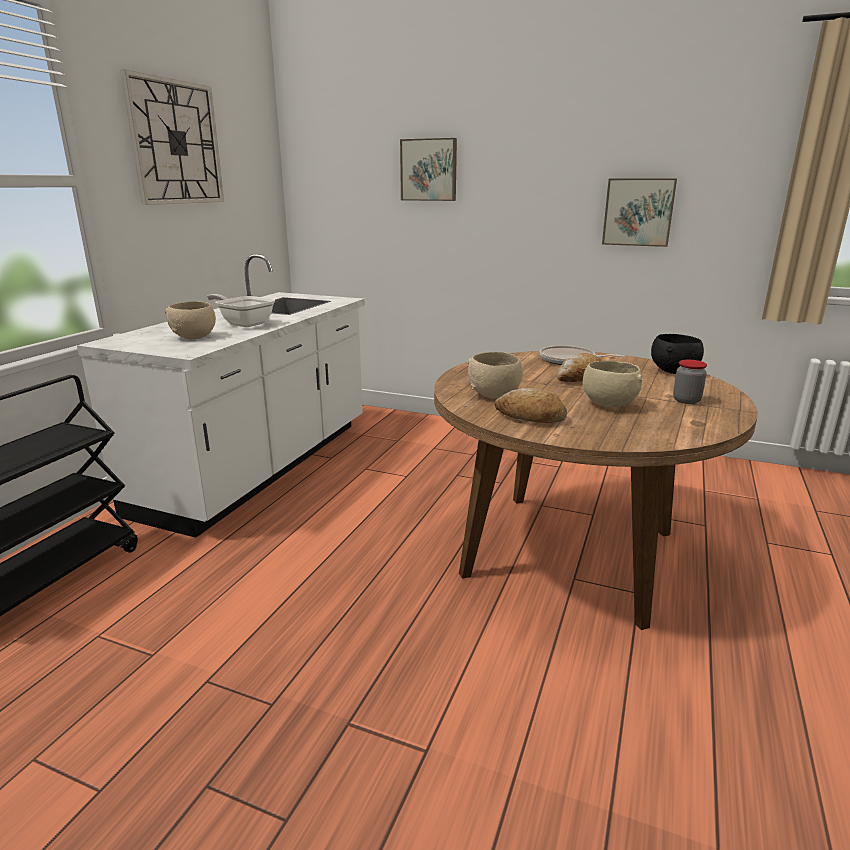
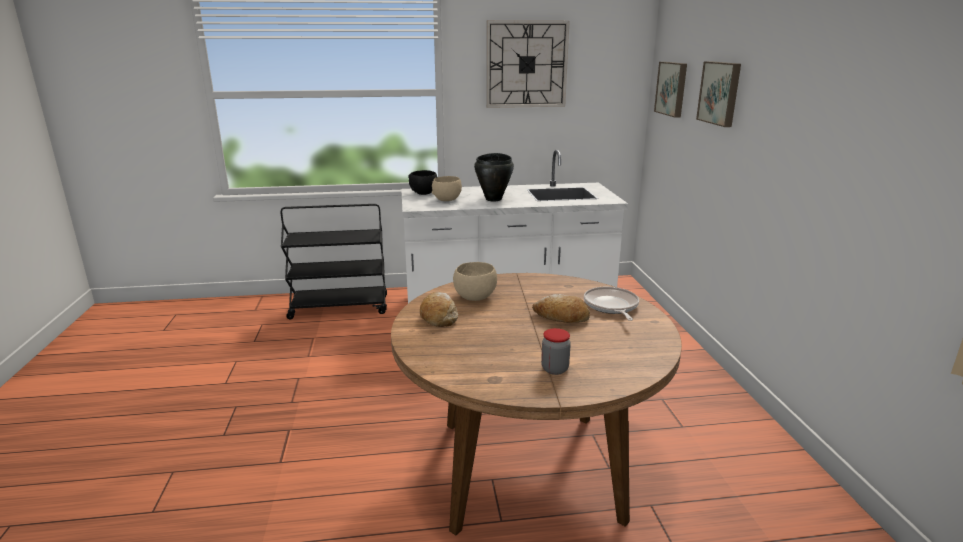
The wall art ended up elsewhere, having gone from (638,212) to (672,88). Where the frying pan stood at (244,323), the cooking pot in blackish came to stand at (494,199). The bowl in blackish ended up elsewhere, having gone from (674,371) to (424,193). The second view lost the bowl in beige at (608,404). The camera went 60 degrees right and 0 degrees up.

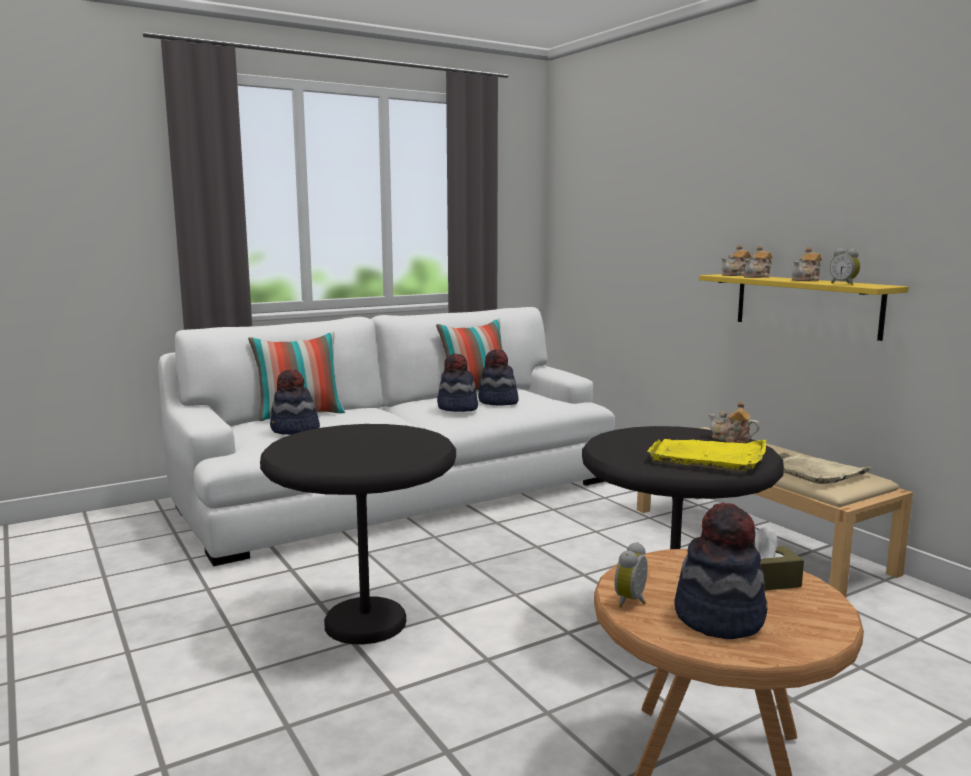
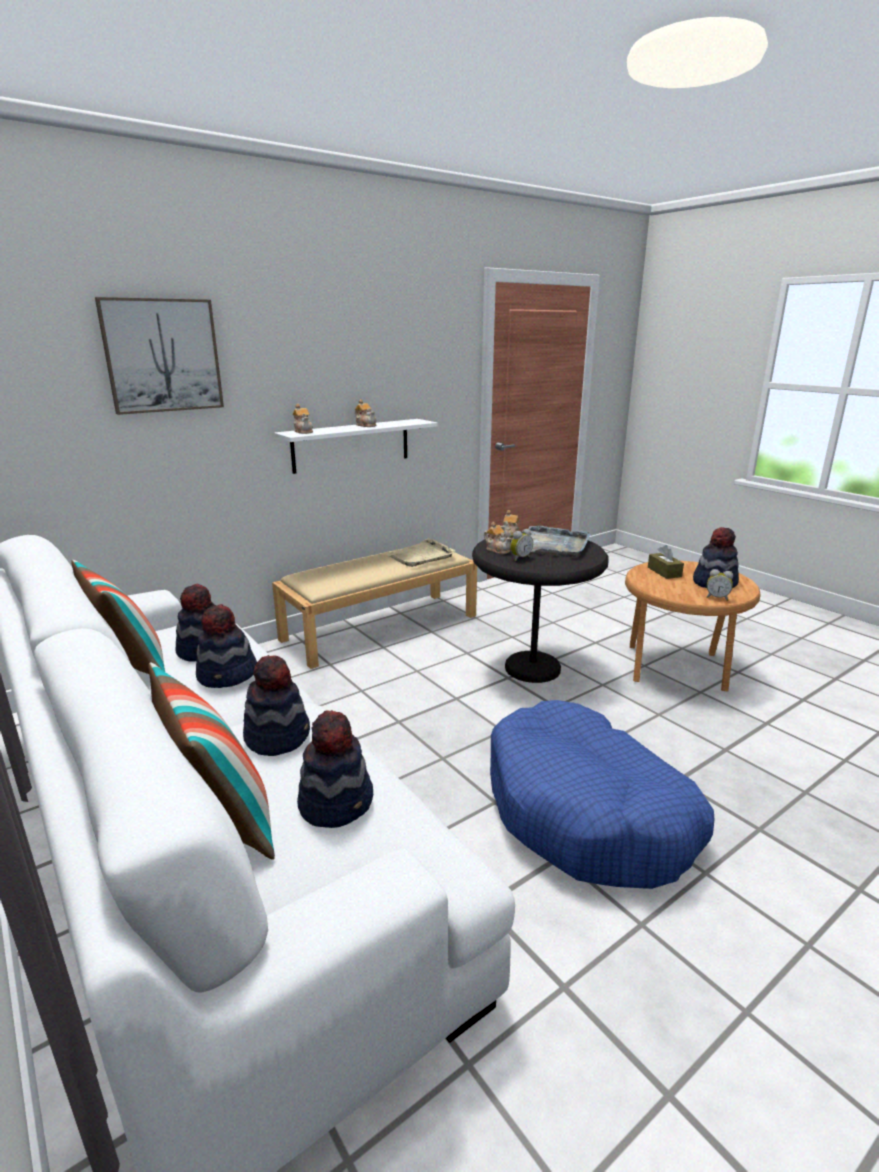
The pot for tea ended up elsewhere, having gone from (757,277) to (497,550). The alarm clock ended up elsewhere, having gone from (844,284) to (520,558). What was the wall shelf in yellow at (806,305) turned into the wall shelf in whitish at (351,445). Where the accent table in blackish stood at (365,623), the dog cushion in blue-coloured came to stand at (587,812). What was the serving tray in yellow at (708,457) turned into the serving tray in grey at (555,545). The second view gained the wall art at (162,356). The second view gained the hat at (278,736). The camera went 95 degrees left and 10 degrees up.

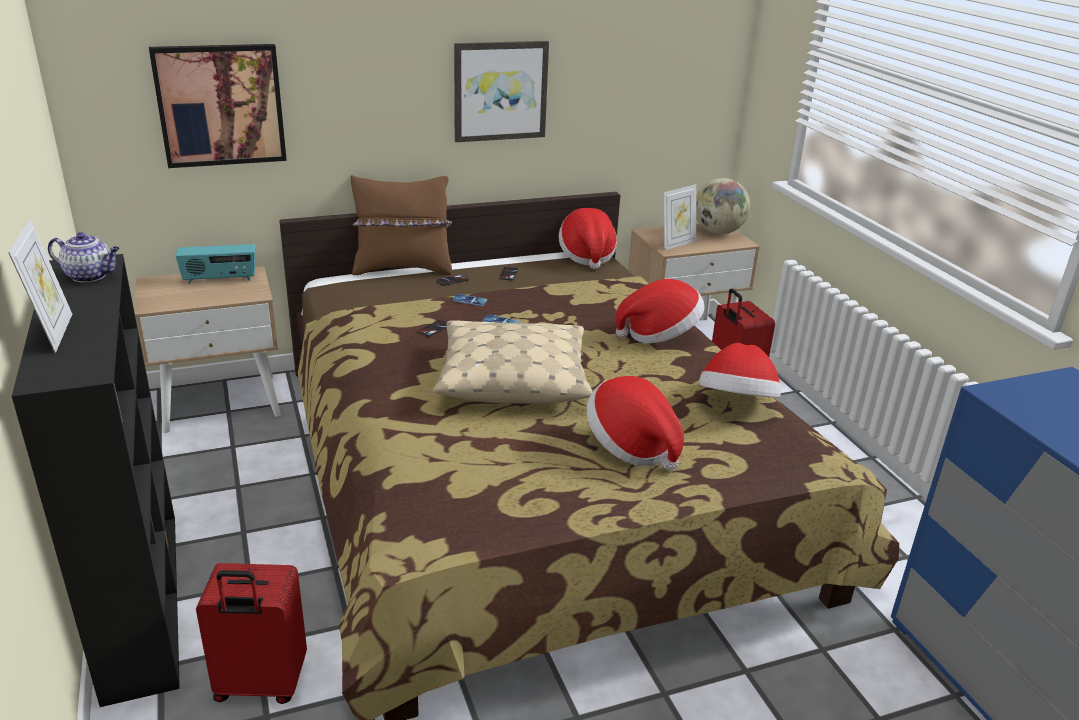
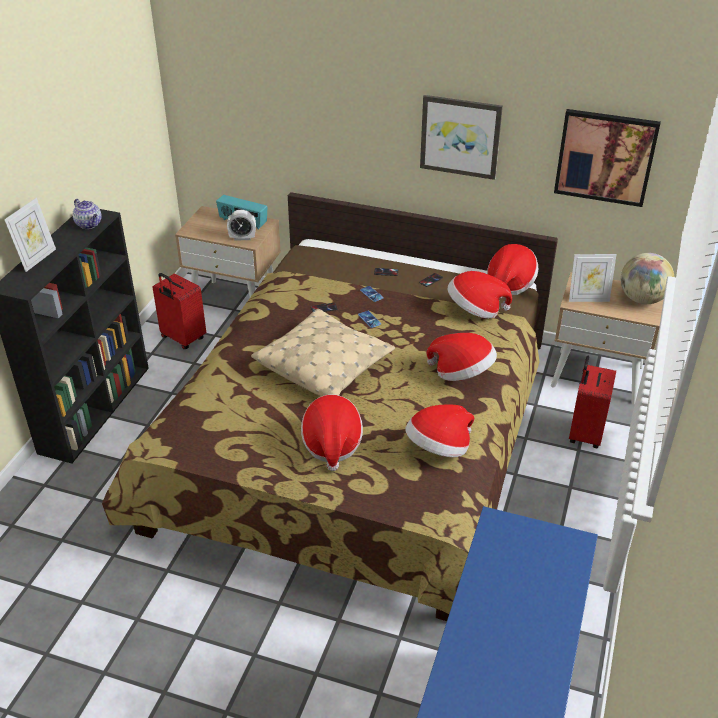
The wall art ended up elsewhere, having gone from (220,105) to (605,157). The second view lost the cushion in brown at (403,269). The suitcase in red ended up elsewhere, having gone from (260,685) to (182,338). The second view gained the alarm clock at (242,238). The second view gained the hat at (475,310). The camera went 40 degrees right and 10 degrees up.

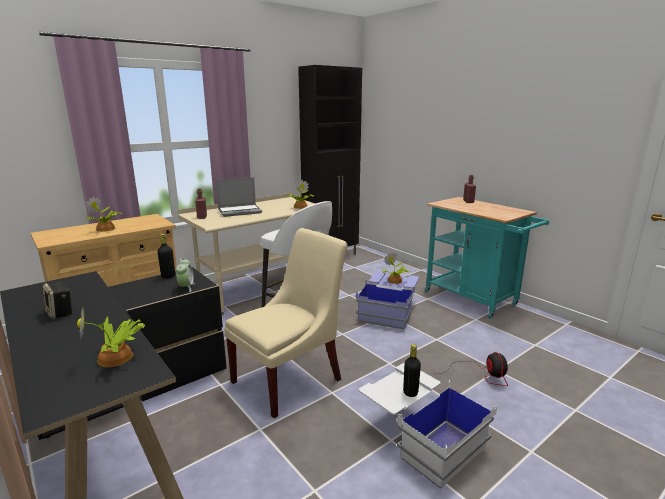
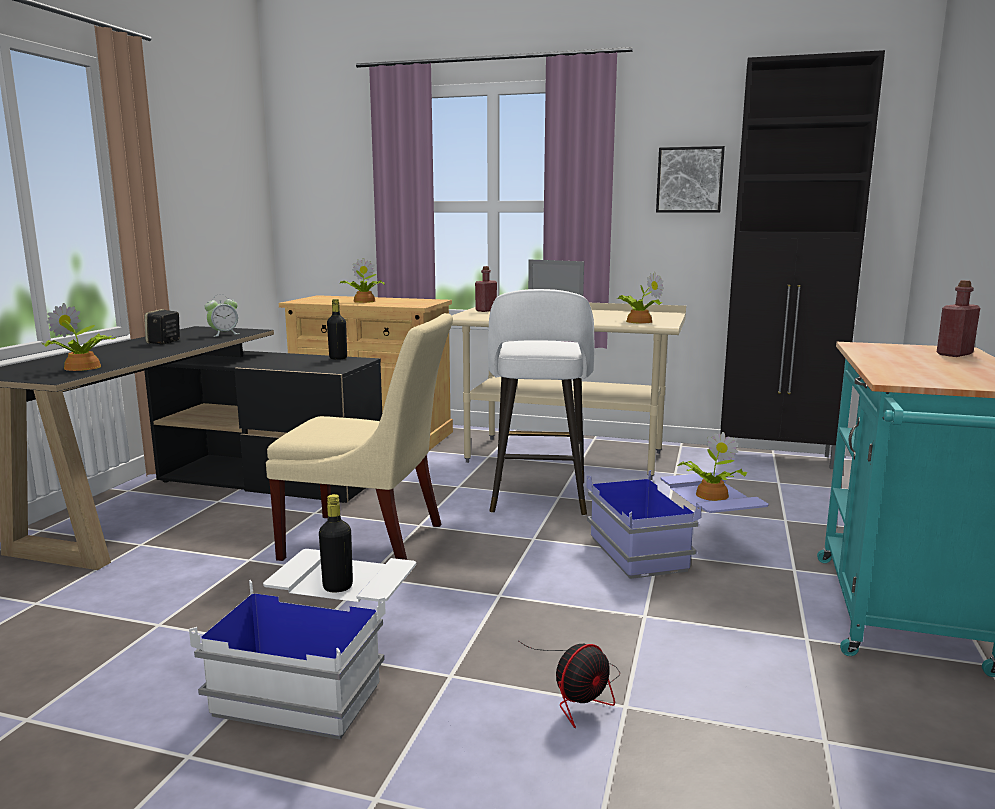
The alarm clock ended up elsewhere, having gone from (186,287) to (224,334). The second view gained the wall art at (689,180). The camera went 55 degrees right and 5 degrees down.

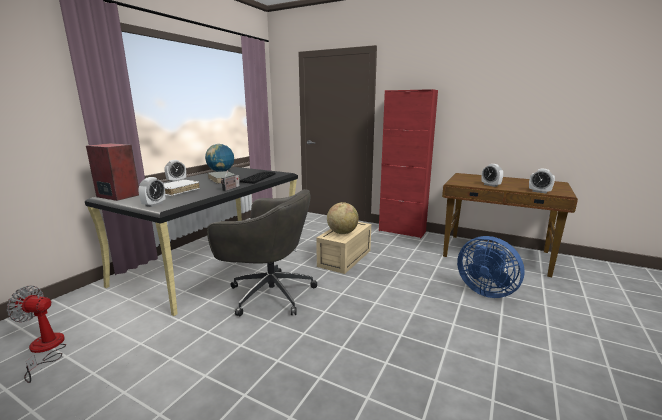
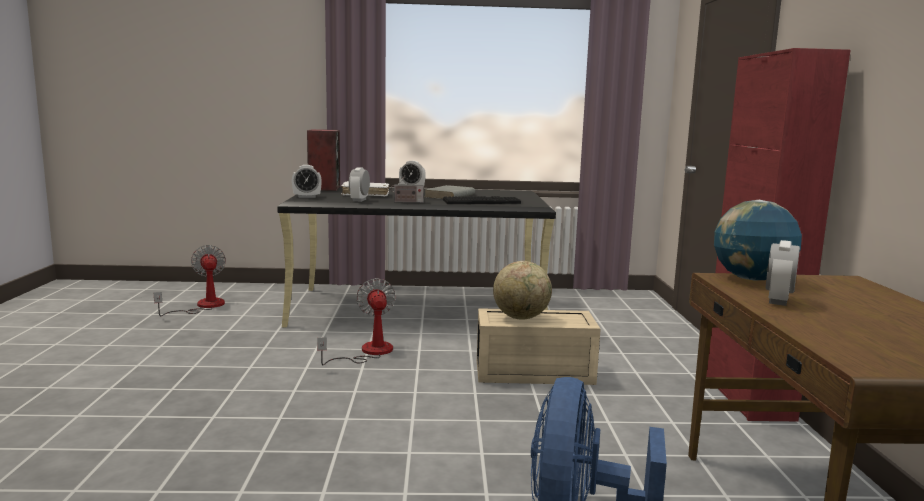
The globe ended up elsewhere, having gone from (221,171) to (751,279). The alarm clock ended up elsewhere, having gone from (539,192) to (359,200). Where the computer chair in grey stood at (269,293), the electric fan came to stand at (368,352). The camera went 60 degrees right and 5 degrees down.

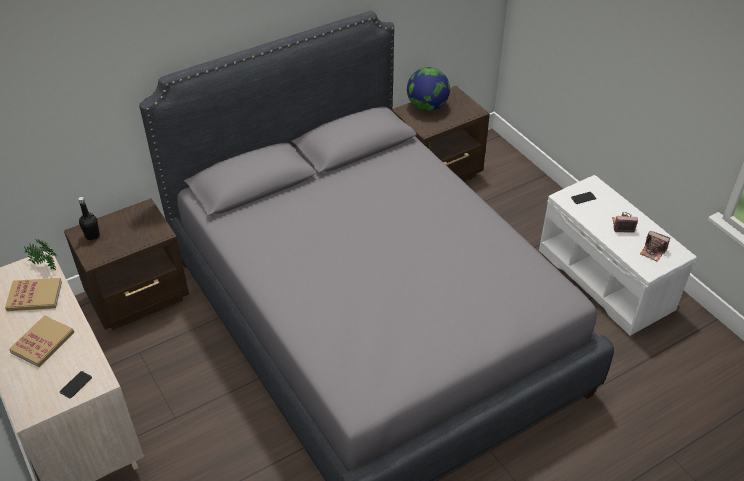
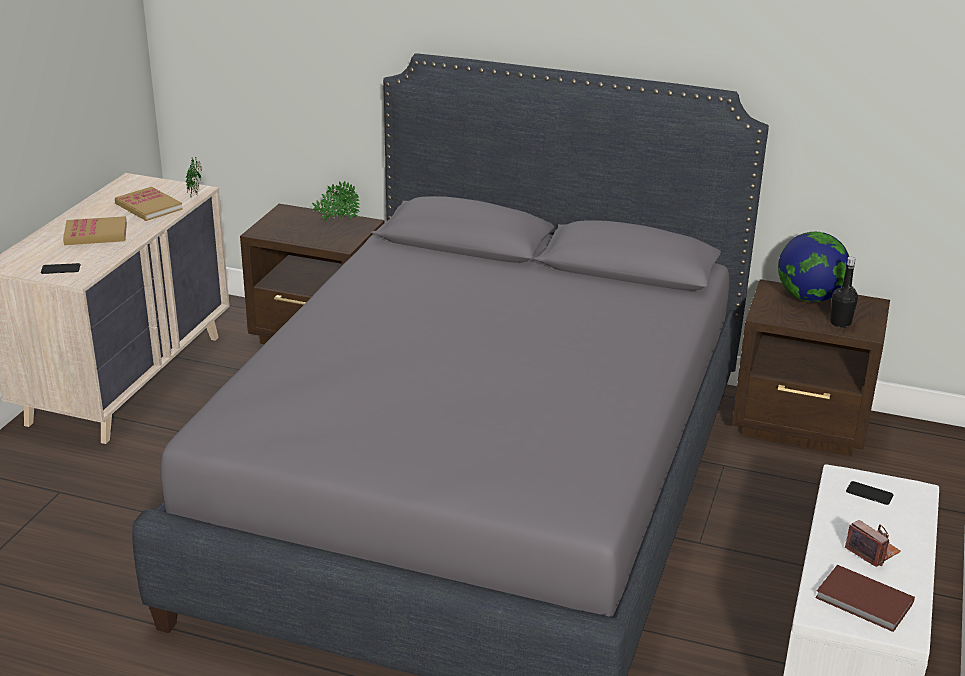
The bottle in blackish ended up elsewhere, having gone from (92,235) to (840,323). Where the still camera stood at (653,252), the bound book in brown came to stand at (864,602). The second view gained the houseplant at (337,220). The camera went 50 degrees right and 15 degrees down.

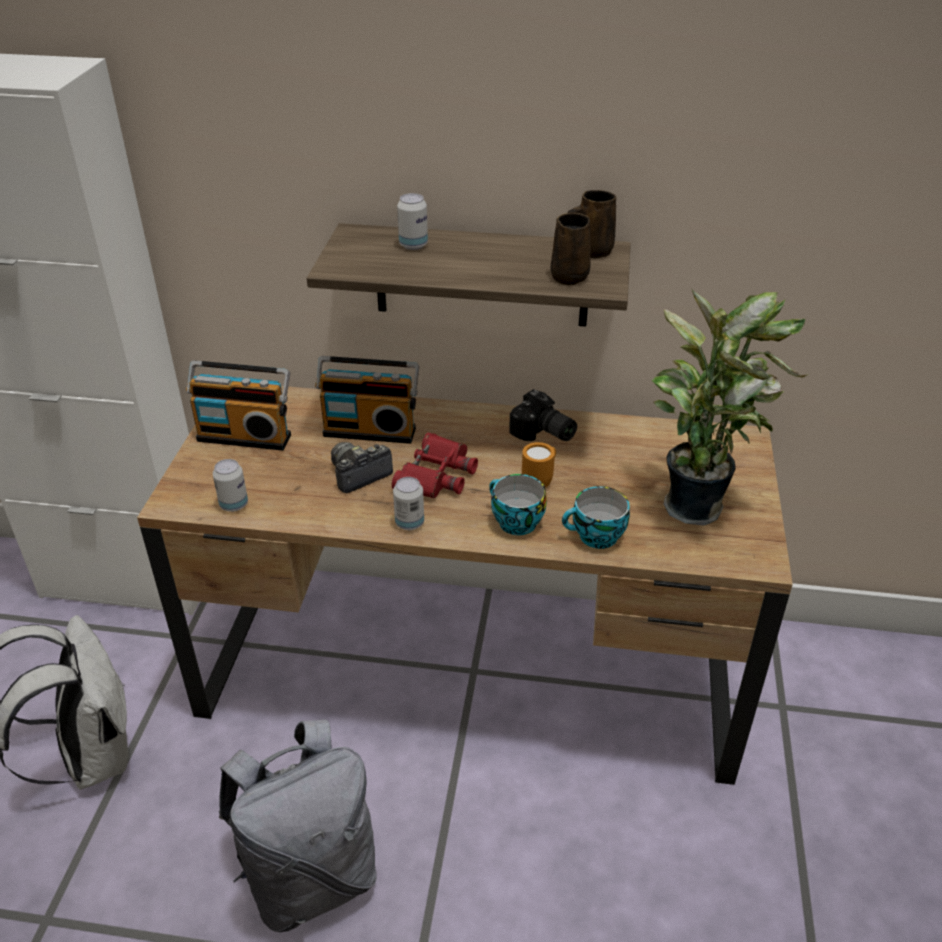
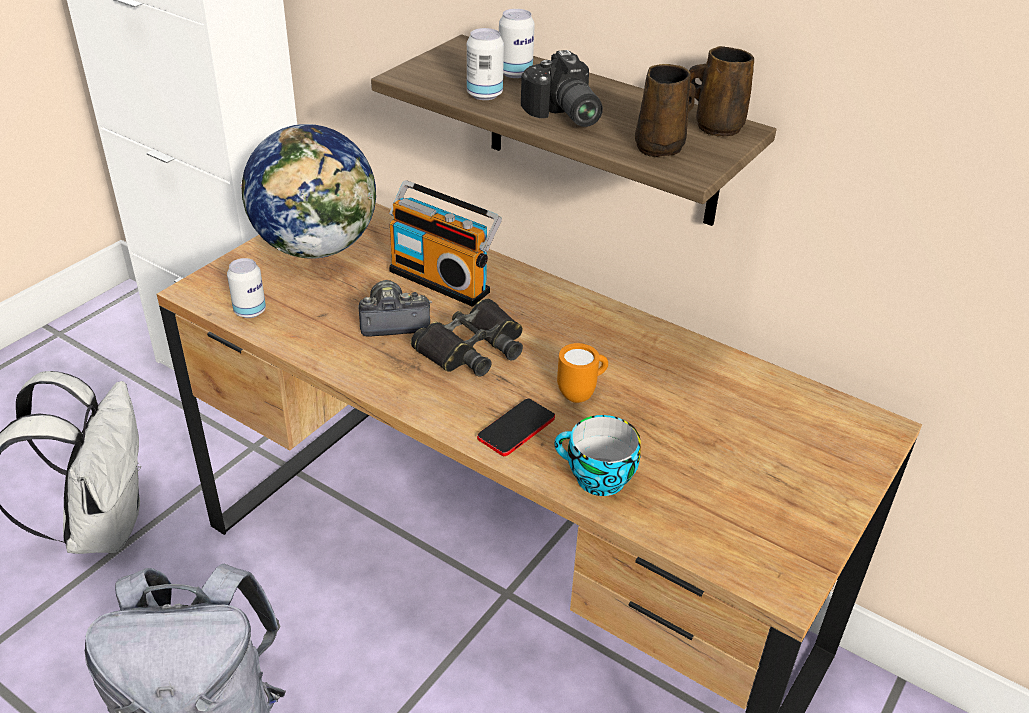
The second view lost the houseplant at (697,504). Where the radio stood at (246,435), the globe came to stand at (317,247). The still camera ended up elsewhere, having gone from (543,433) to (562,115). What was the pair of binoculars in red at (436,475) turned into the pair of binoculars in blackish at (472,348). Where the small cup stood at (514,522), the telephone came to stand at (516,428). The can ended up elsewhere, having gone from (409,523) to (484,94). The camera went 25 degrees right and 0 degrees up.

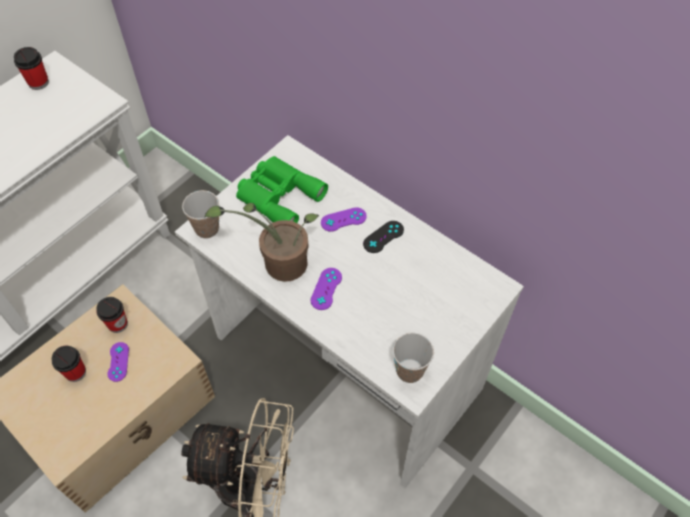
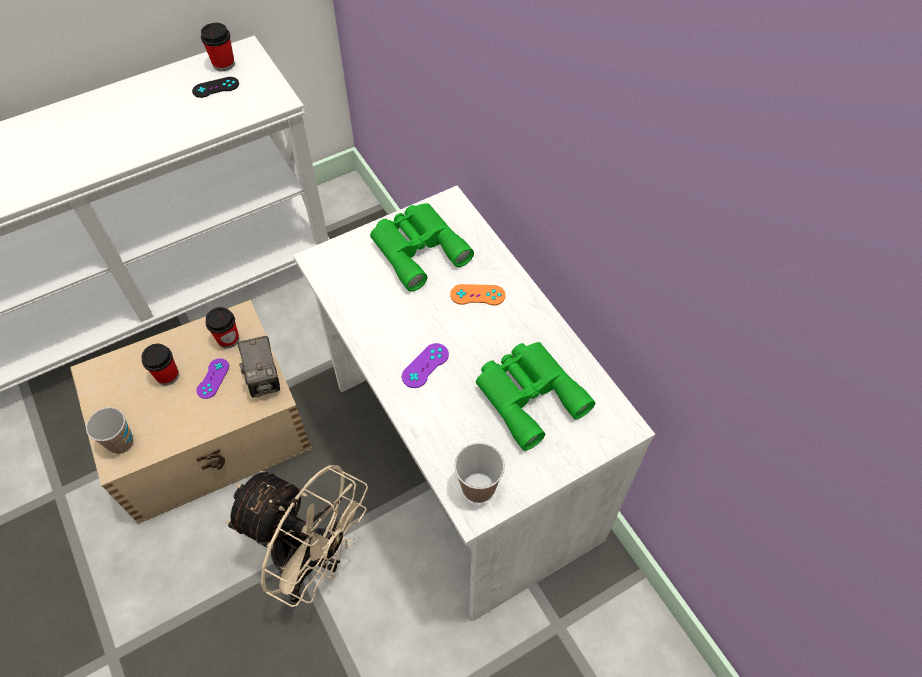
The small cup ended up elsewhere, having gone from (207,229) to (121,443). The second view lost the houseplant at (279,263). What was the joypad in purplish at (343,219) turned into the joypad in orange at (477,295). The joypad in blackish ended up elsewhere, having gone from (383,237) to (216,87). The second view gained the still camera at (264,379). The second view gained the pair of binoculars in green at (528,394). The camera went 20 degrees right and 0 degrees up.

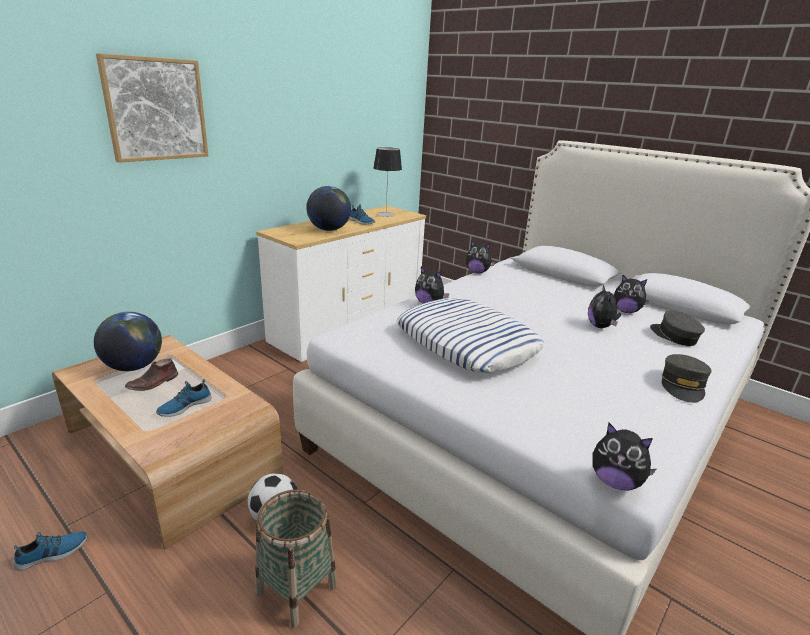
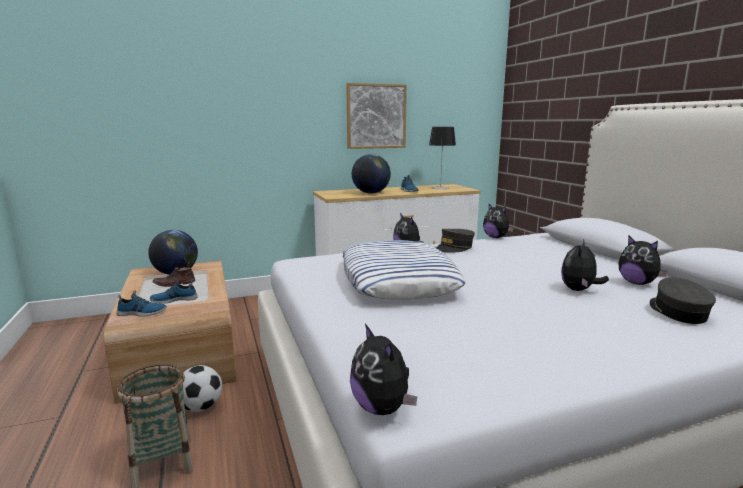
The wall art ended up elsewhere, having gone from (156,109) to (376,116). The cap in grey ended up elsewhere, having gone from (682,386) to (454,248). The item of footwear ended up elsewhere, having gone from (53,553) to (141,313). The camera went 30 degrees right and 10 degrees down.

